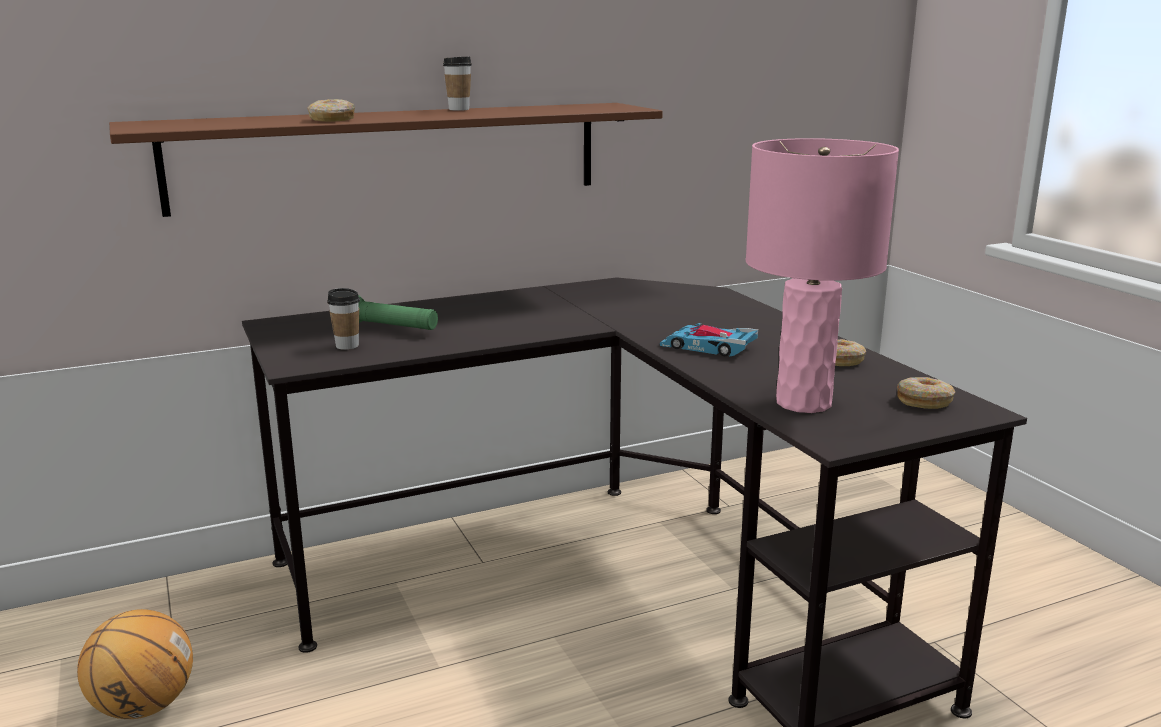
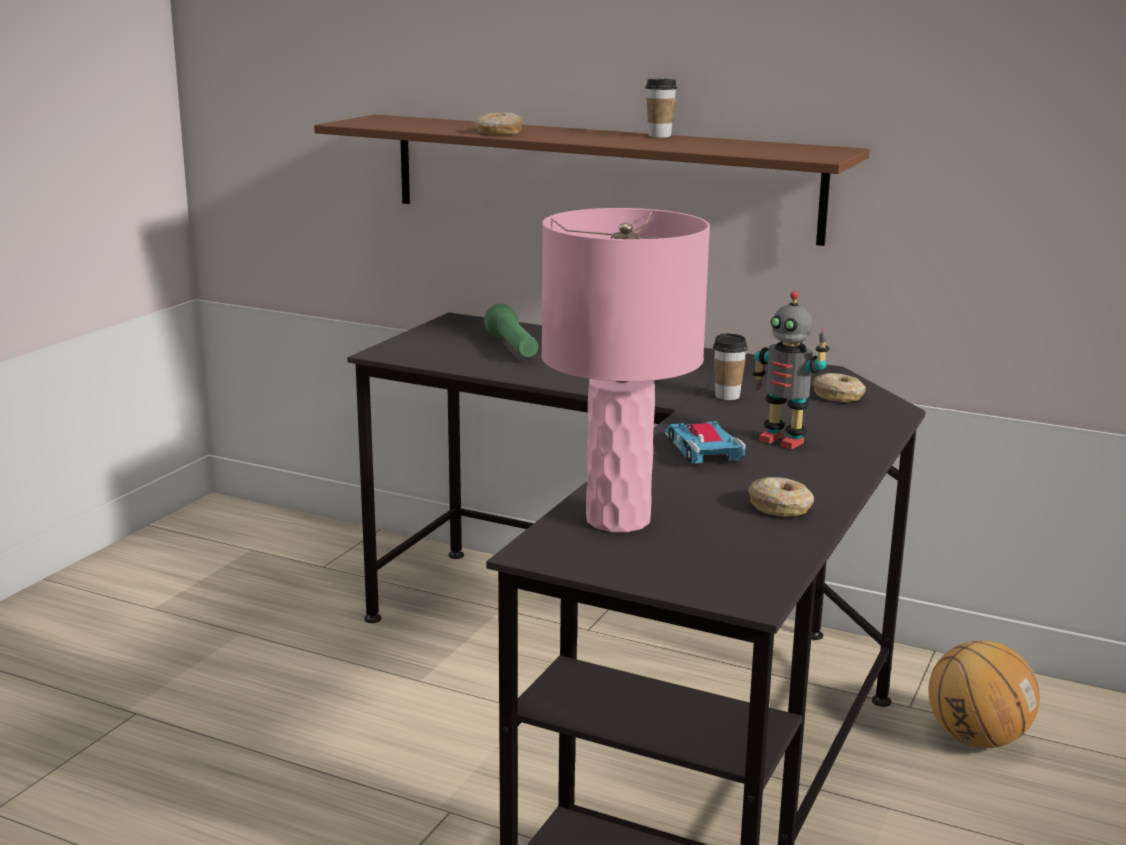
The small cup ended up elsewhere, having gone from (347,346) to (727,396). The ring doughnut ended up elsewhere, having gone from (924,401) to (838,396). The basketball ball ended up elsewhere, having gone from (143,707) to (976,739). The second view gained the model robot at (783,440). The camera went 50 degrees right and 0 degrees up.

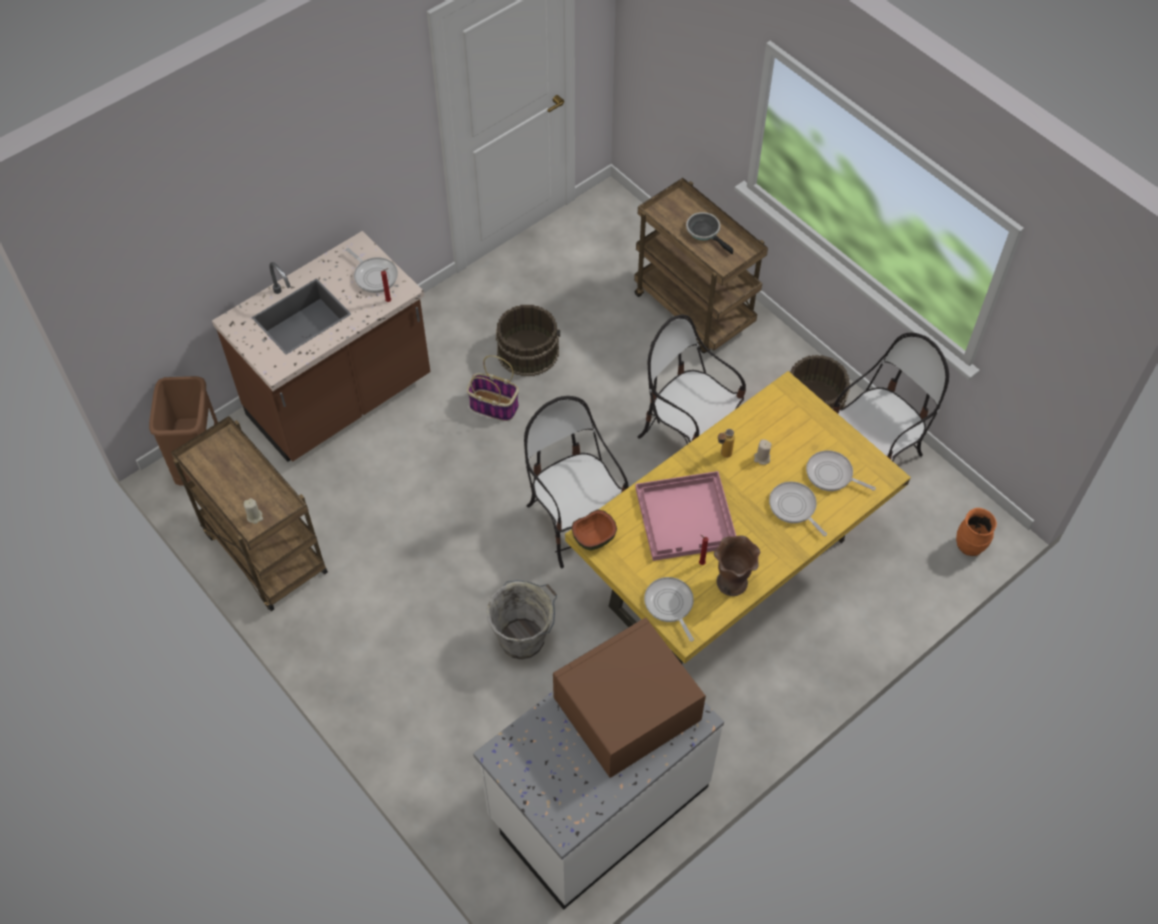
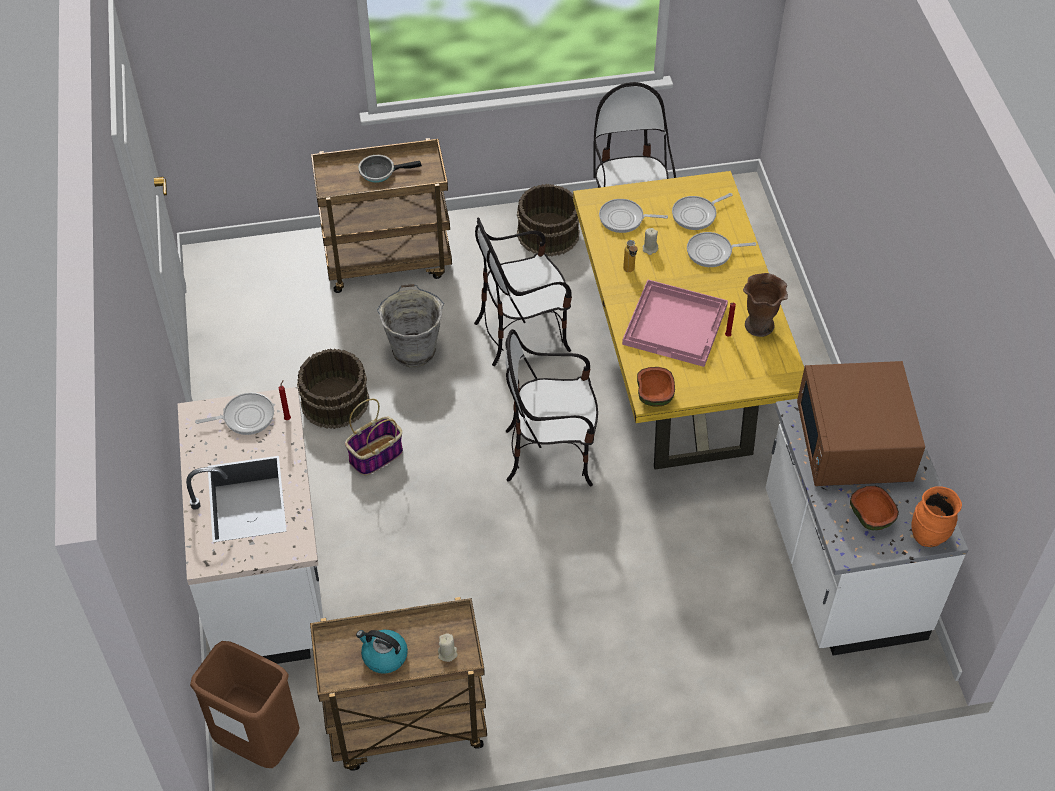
What was the counter in brown at (340,400) turned into the counter in whitish at (269,578). The vase in orange ended up elsewhere, having gone from (969,547) to (928,536). The frying pan ended up elsewhere, having gone from (670,605) to (624,219). The pail in grey ended up elsewhere, having gone from (523,638) to (414,349). The second view gained the bowl at (870,517). The second view gained the kettle at (384,656). The camera went 60 degrees left and 5 degrees down.

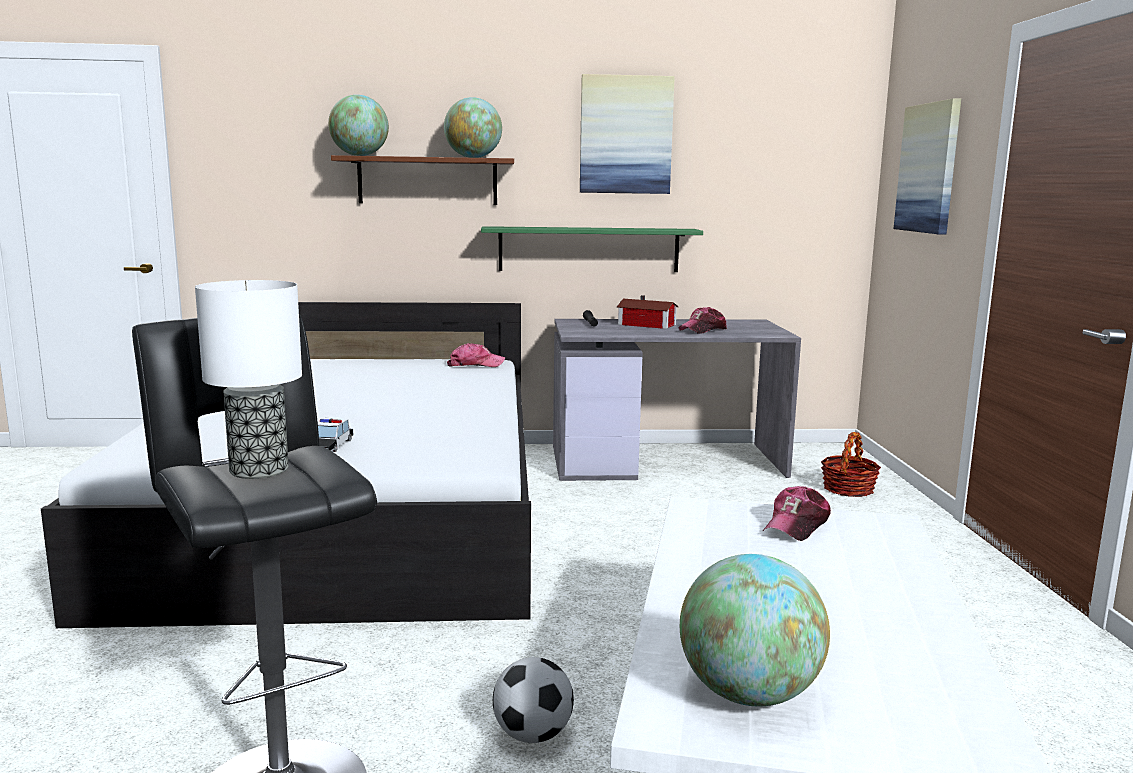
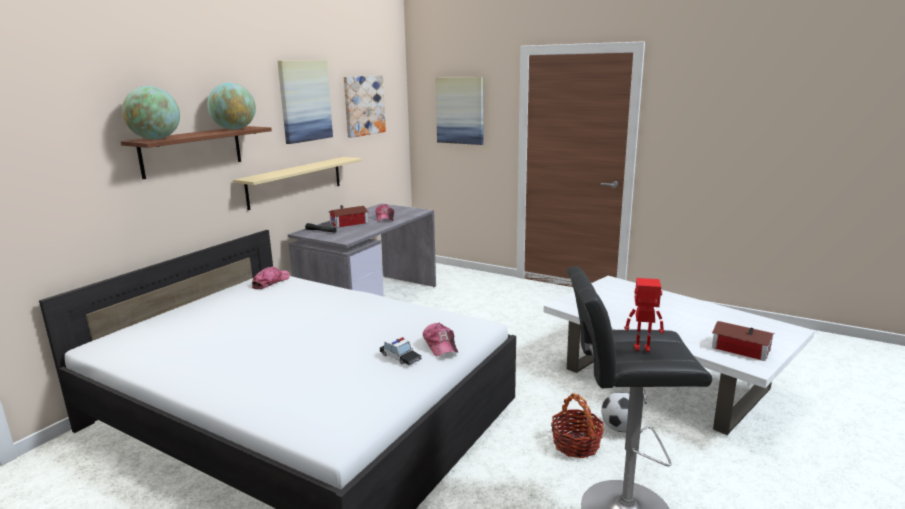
What was the wall shelf in green at (589,249) turned into the wall shelf in beige at (295,182). Where the tabletop lamp stood at (257,470), the model robot came to stand at (642,349). The storage basket ended up elsewhere, having gone from (848,489) to (576,444). The cap ended up elsewhere, having gone from (796,525) to (441,345). Where the globe stood at (749,694), the toy house came to stand at (739,347). The second view gained the wall art at (363,105). The camera went 55 degrees left and 5 degrees up.

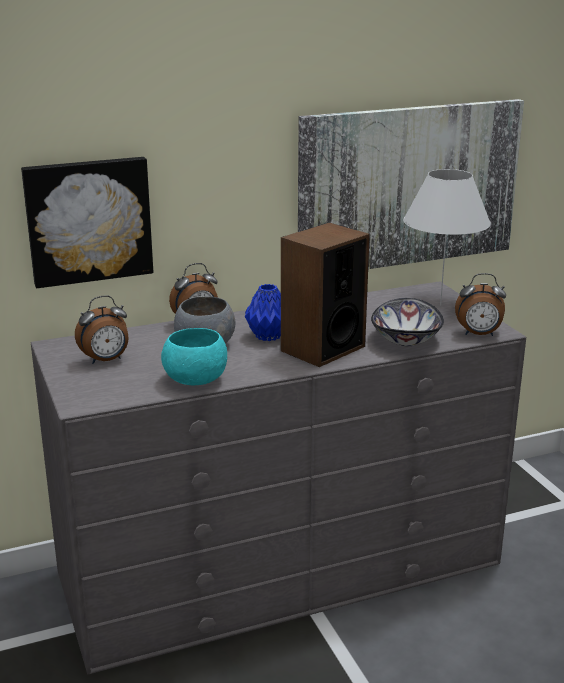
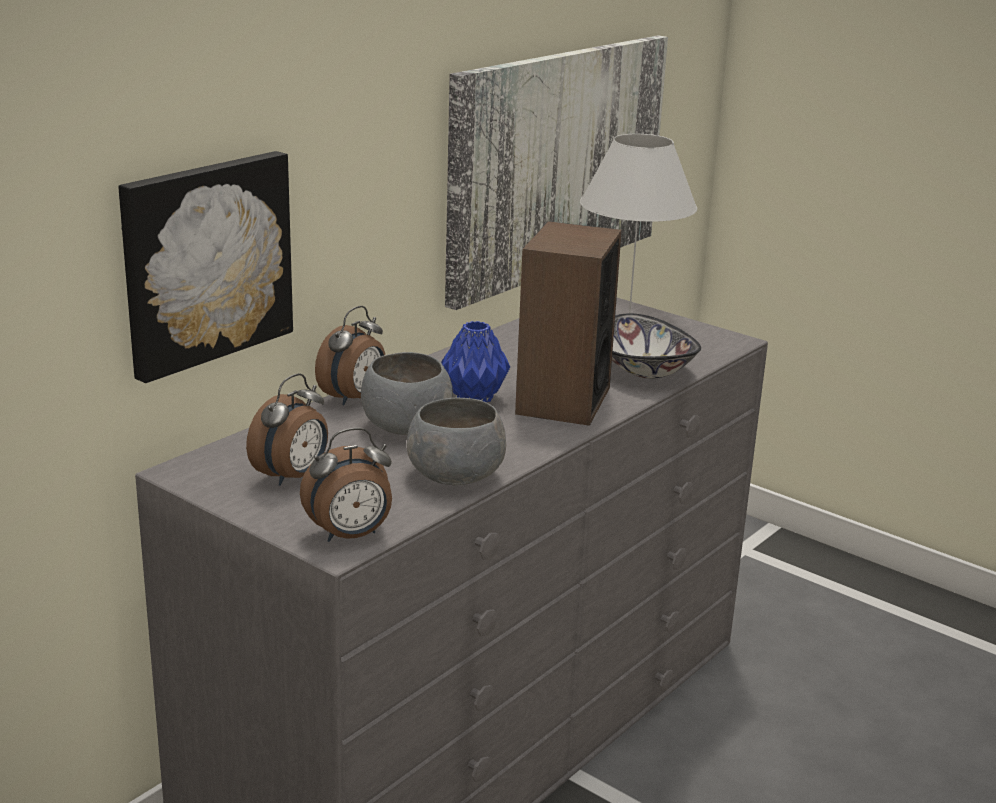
The alarm clock ended up elsewhere, having gone from (478,334) to (350,535). What was the bowl in turquoise-coloured at (195,379) turned into the bowl in grey at (454,475). The camera went 30 degrees left and 0 degrees up.

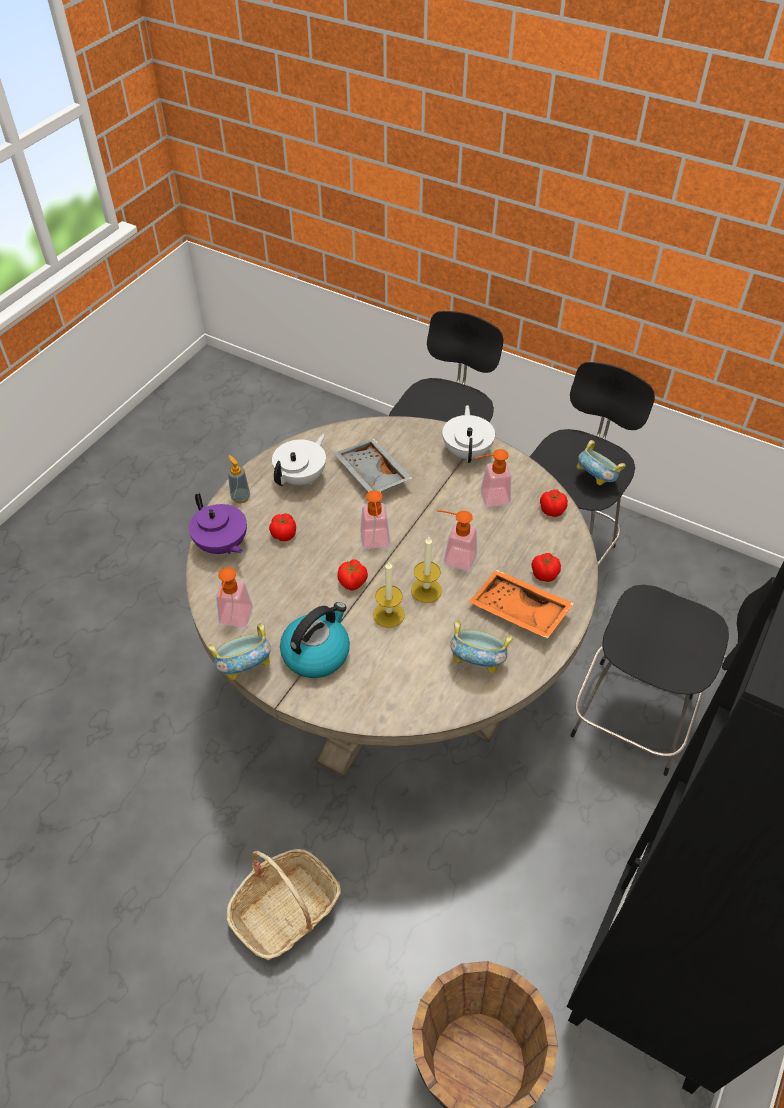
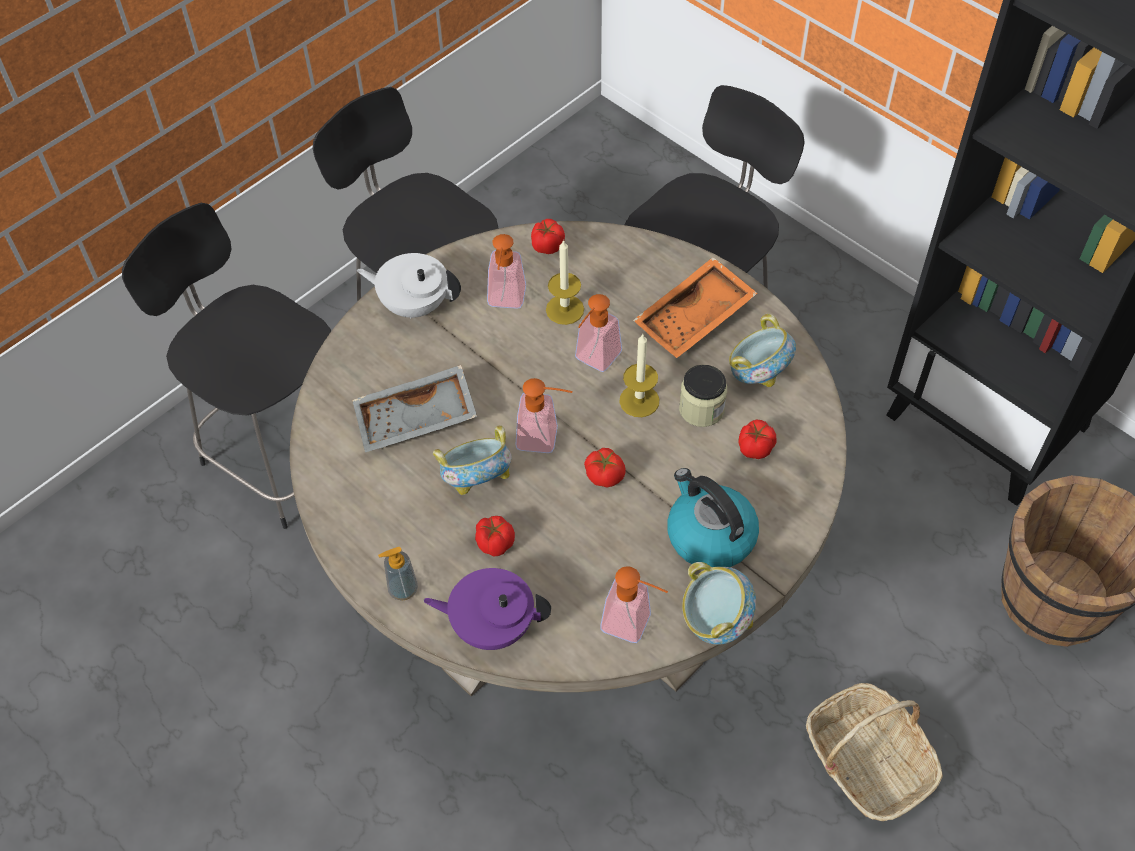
The second view lost the pot for tea in whitish at (302,477). The bowl ended up elsewhere, having gone from (596,480) to (477,480). The pot for tea in purplish at (222,545) ended up facing another way, 150 degrees counterclockwise from before. The fresh tomato ended up elsewhere, having gone from (544,574) to (754,448). The wax candle ended up elsewhere, having gone from (388,614) to (565,309). The second view gained the jar at (701,409). The camera went 75 degrees left and 5 degrees up.

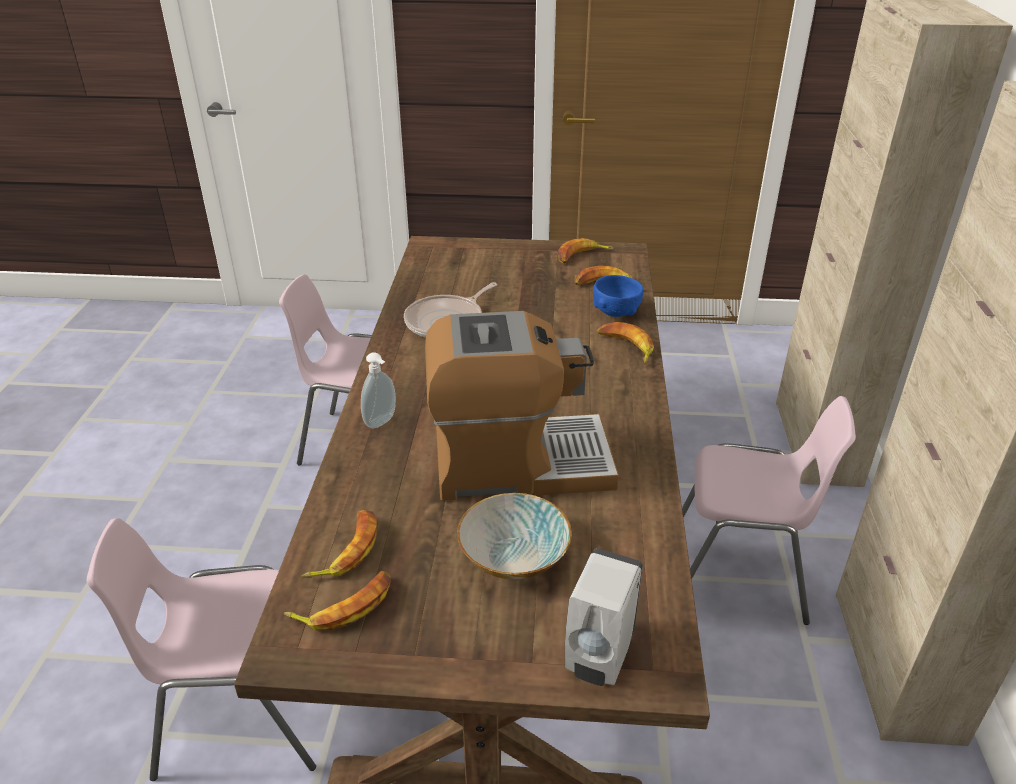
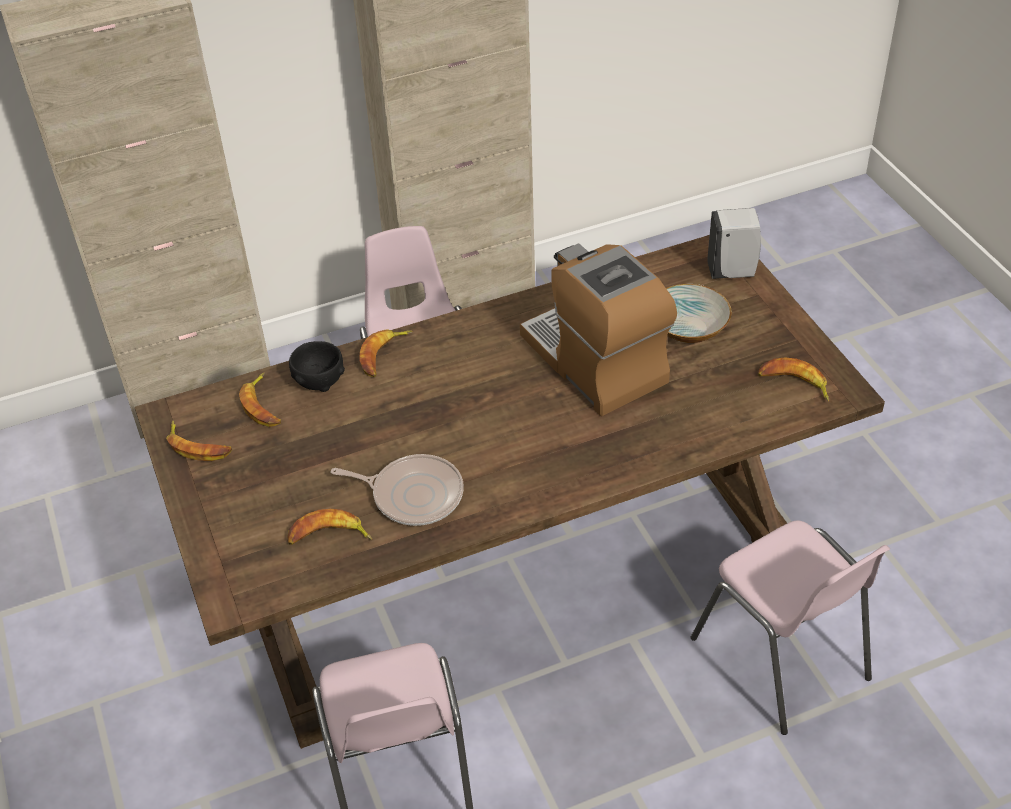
What was the bowl in blue-coloured at (616,312) turned into the bowl in blackish at (319,381). The second view lost the soap bottle at (382,422). The whole banana ended up elsewhere, having gone from (346,550) to (329,536). The camera went 115 degrees left and 10 degrees up.

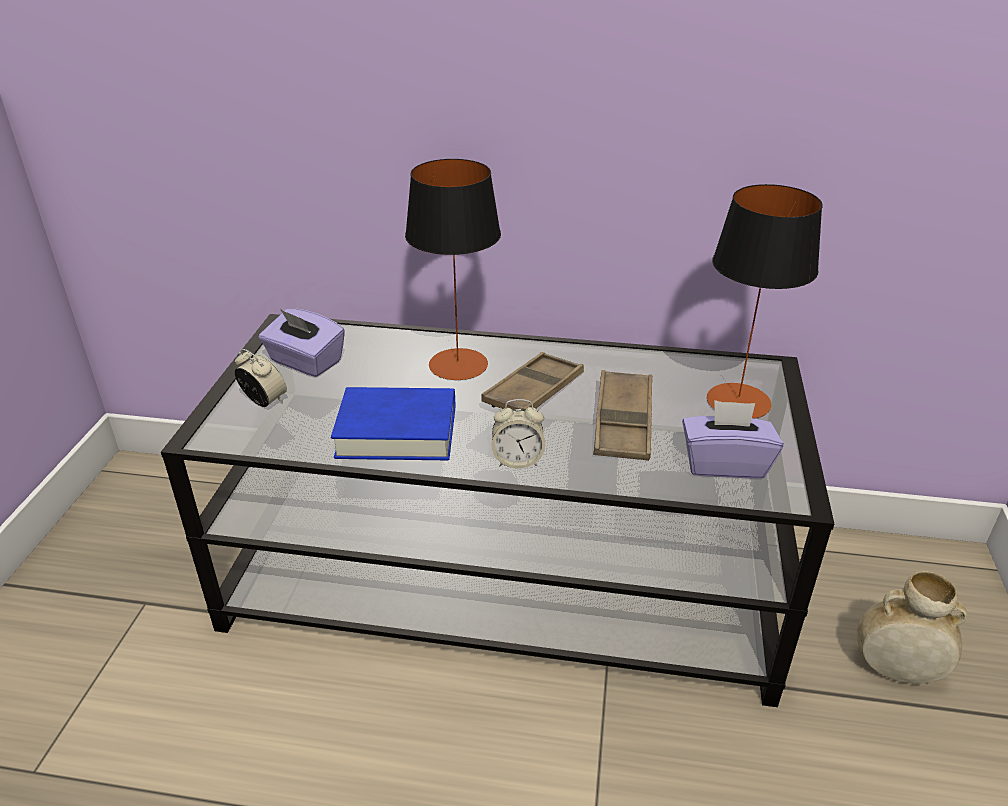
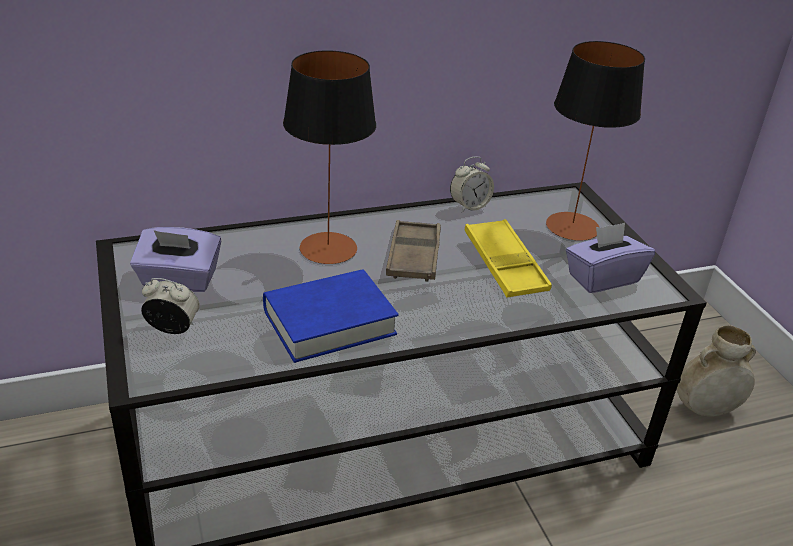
What was the serving tray in brown at (623,422) turned into the serving tray in yellow at (505,265). The alarm clock ended up elsewhere, having gone from (517,460) to (469,206). The camera went 30 degrees left and 0 degrees up.

